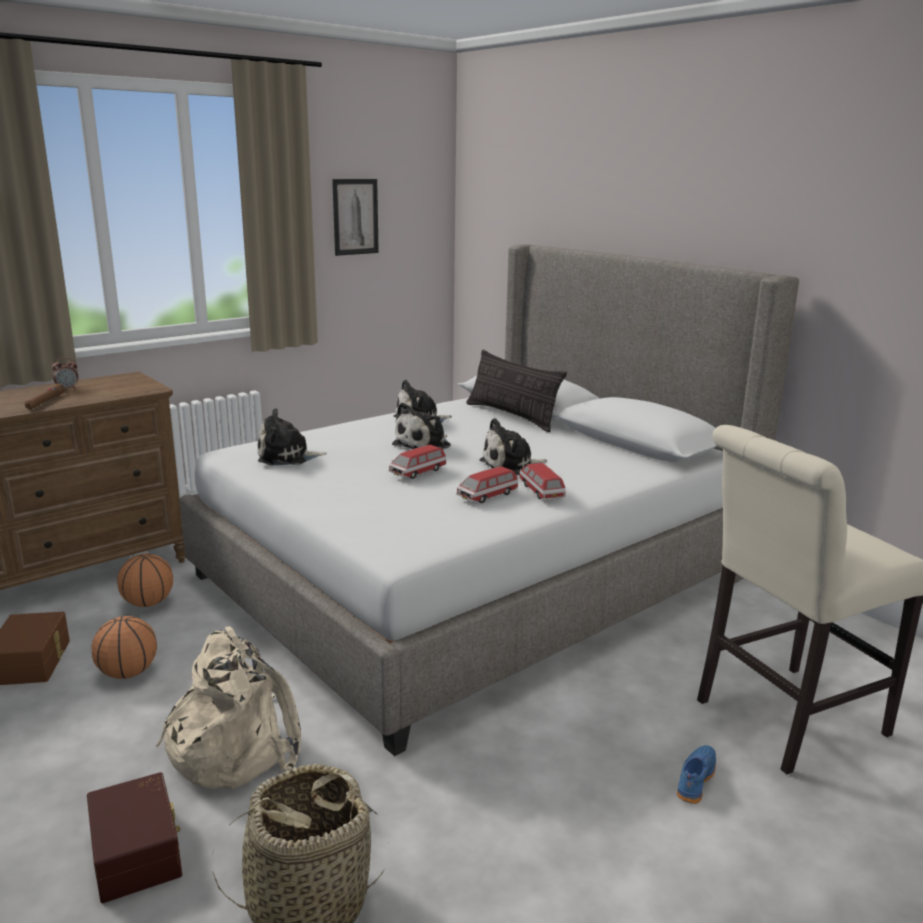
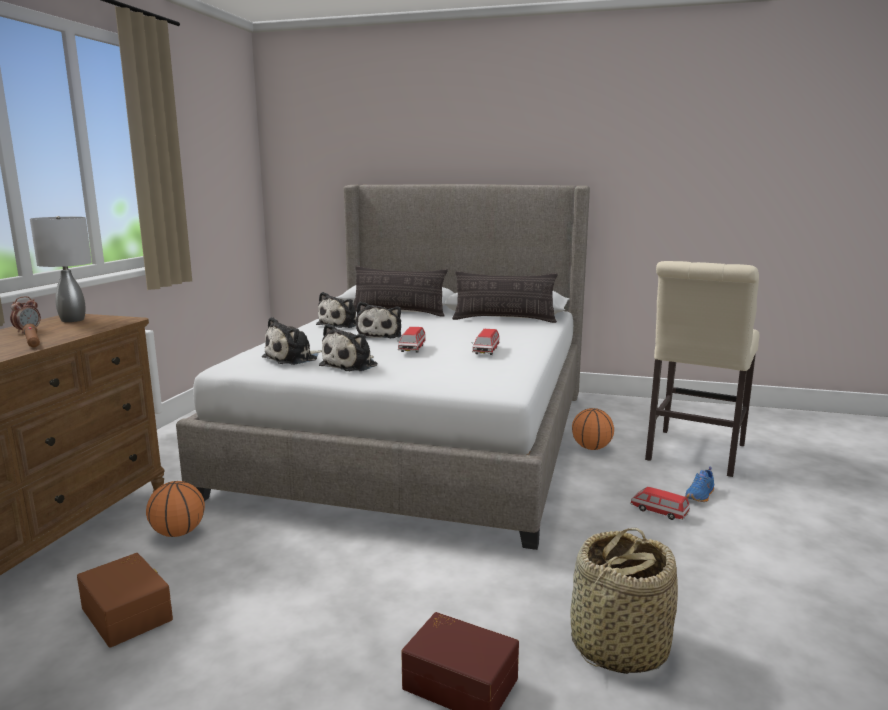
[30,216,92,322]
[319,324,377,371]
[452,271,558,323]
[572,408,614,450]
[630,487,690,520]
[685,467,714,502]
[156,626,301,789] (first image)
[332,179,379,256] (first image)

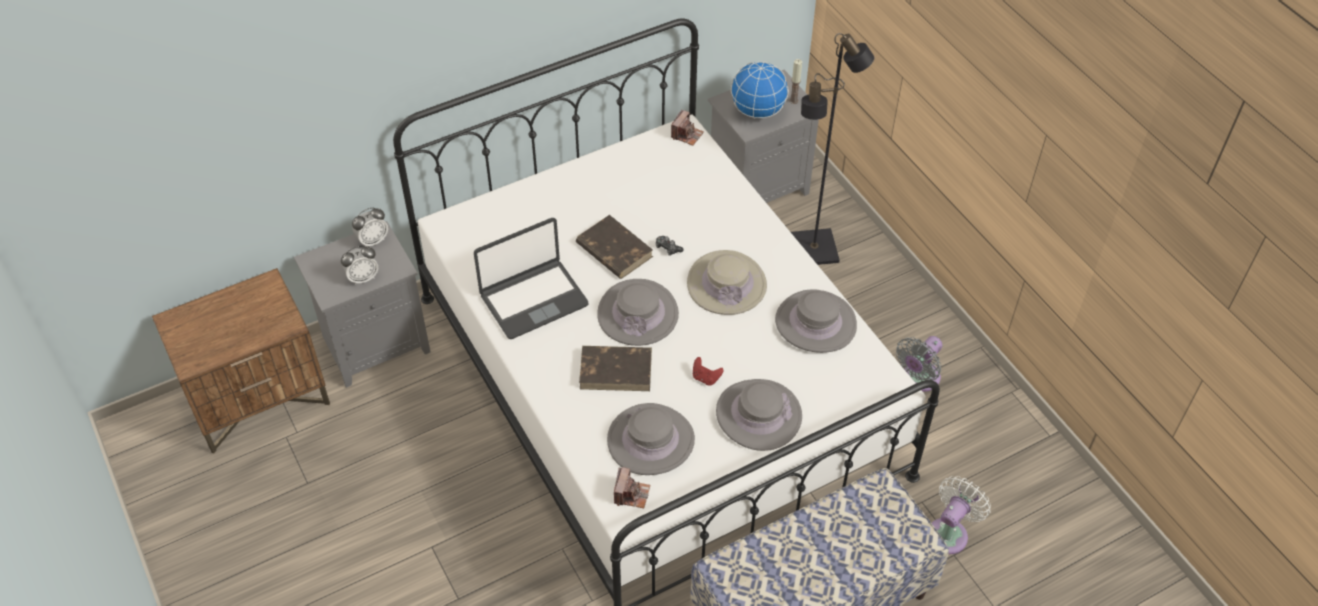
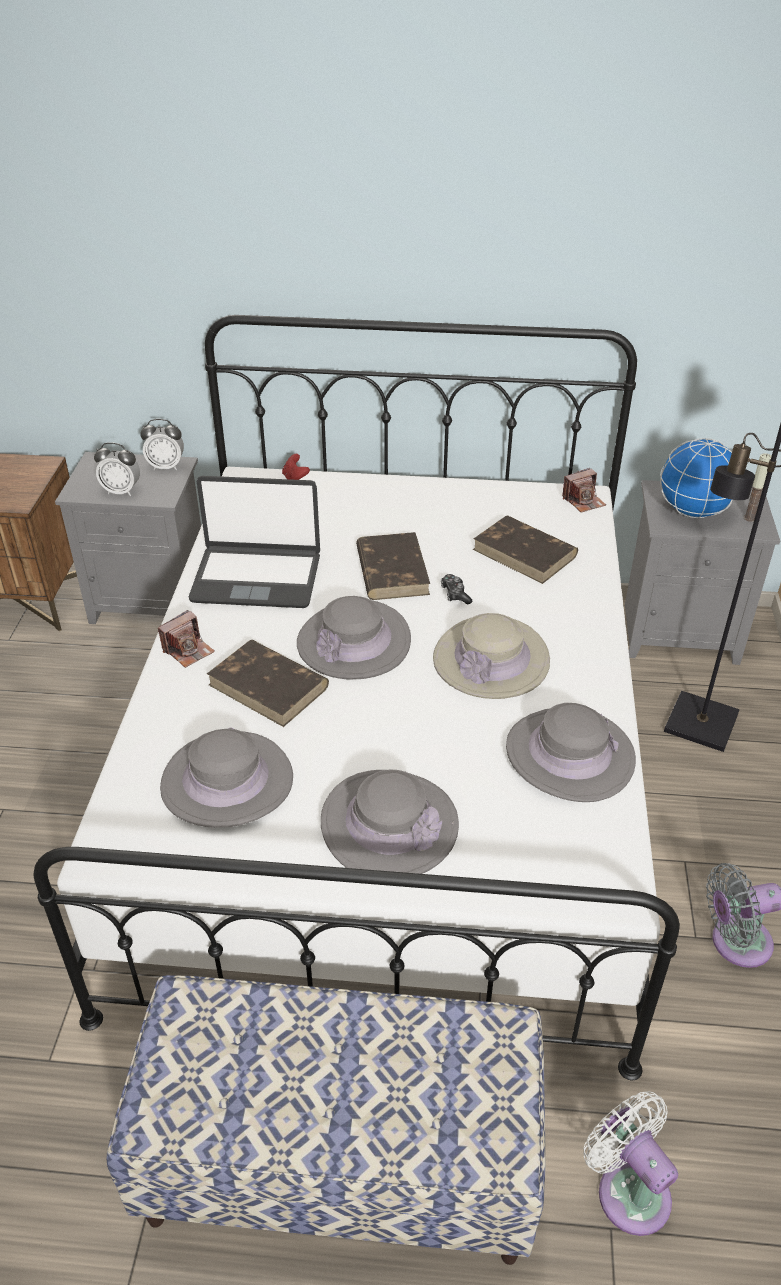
[158,610,215,668]
[282,454,310,480]
[473,515,578,584]
[583,1091,678,1236]

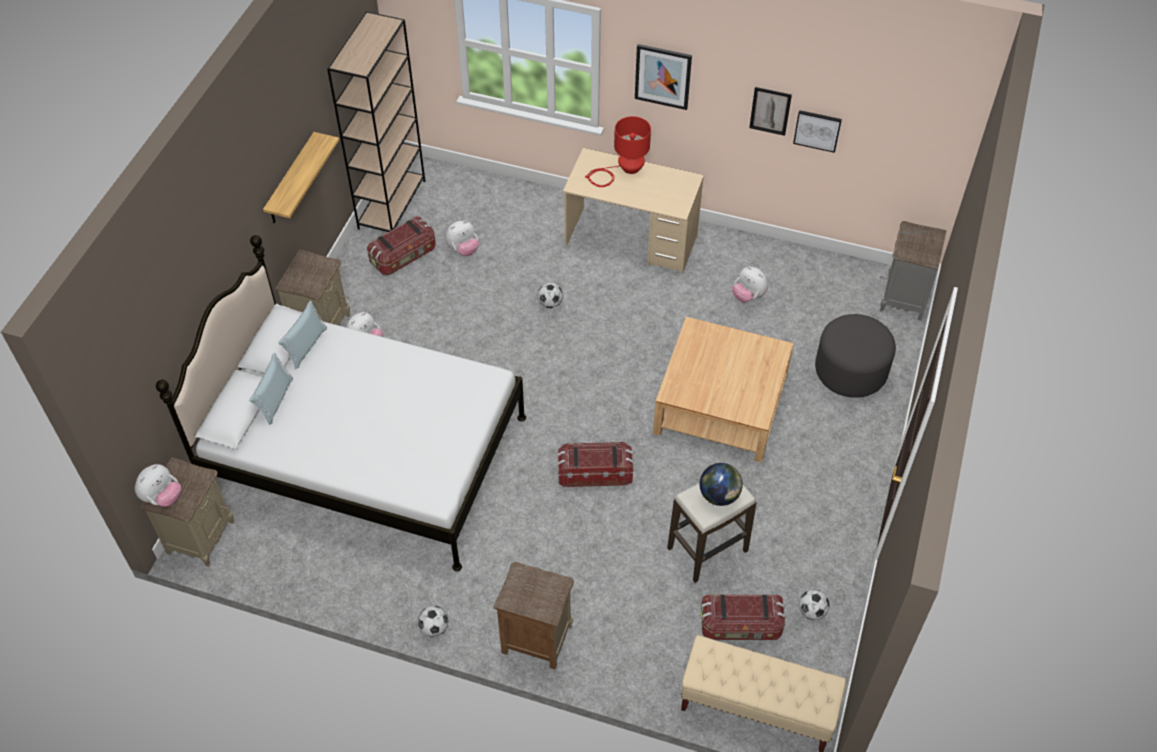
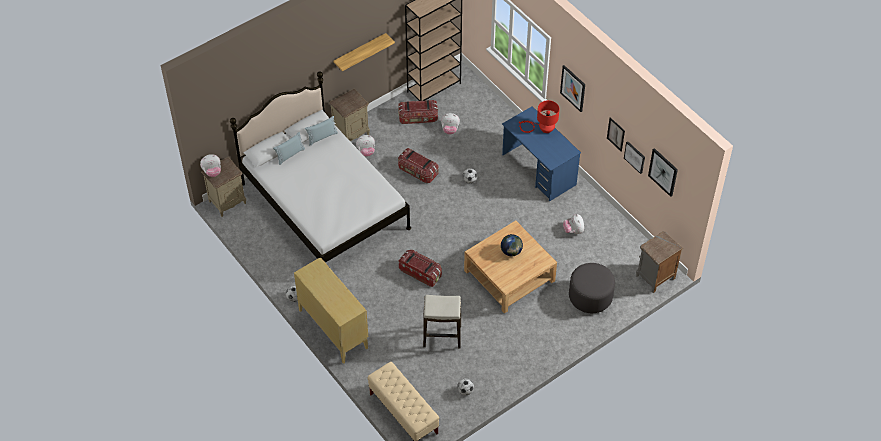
[294,258,368,364]
[398,148,439,183]
[501,234,523,256]
[502,106,581,202]
[648,148,678,197]

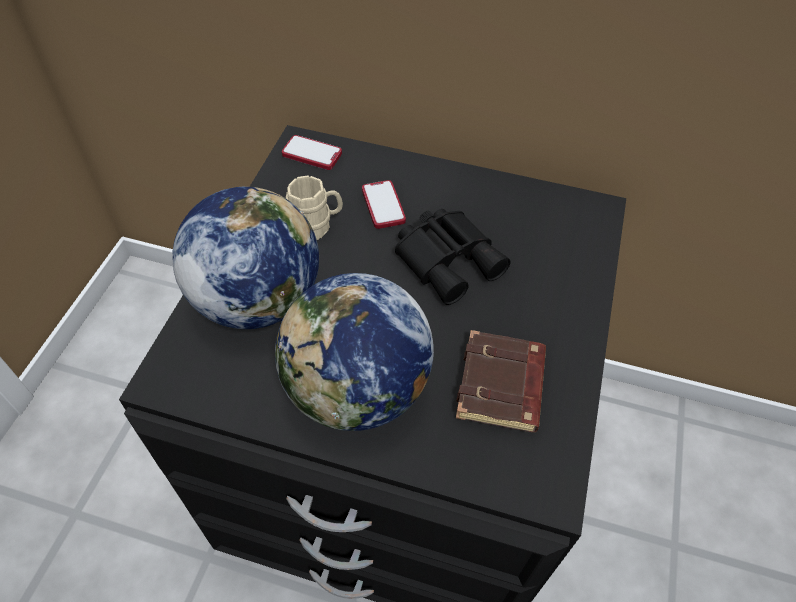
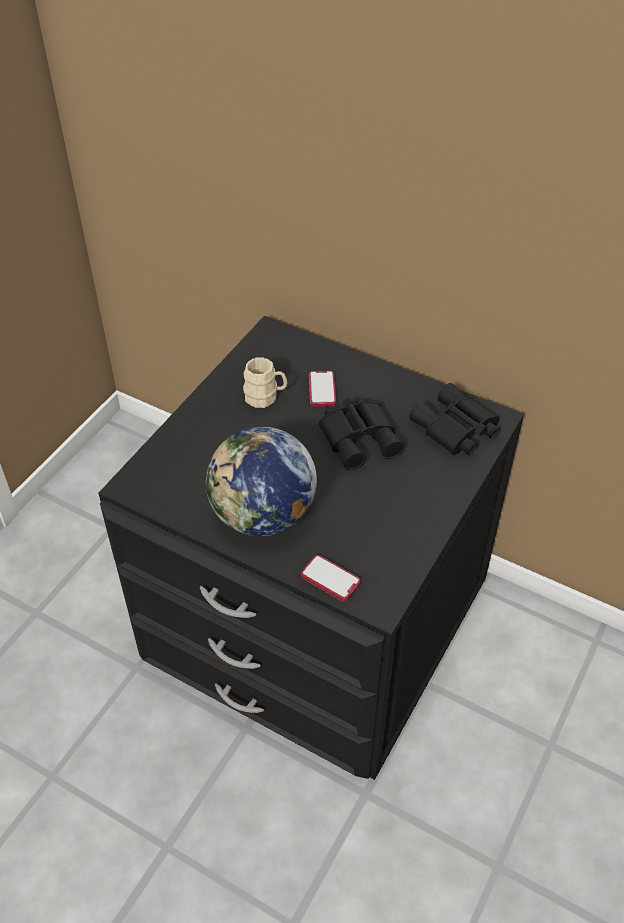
[301,555,361,602]
[409,383,500,456]
[172,187,319,329] (first image)
[456,330,546,432] (first image)

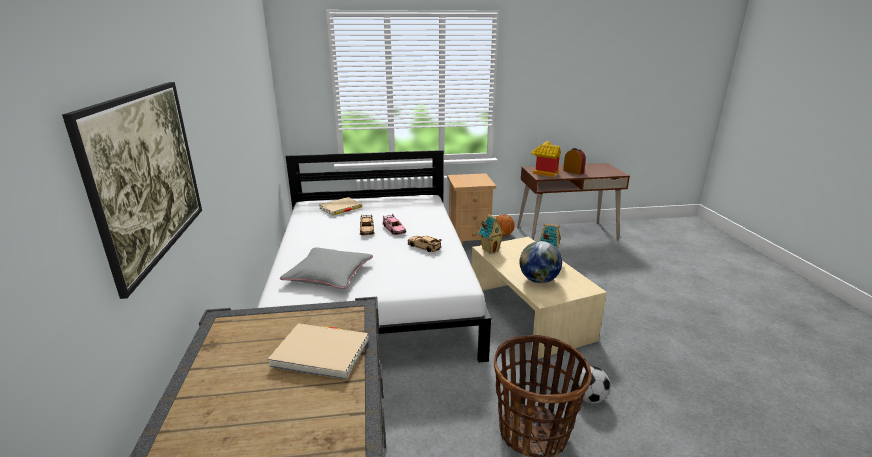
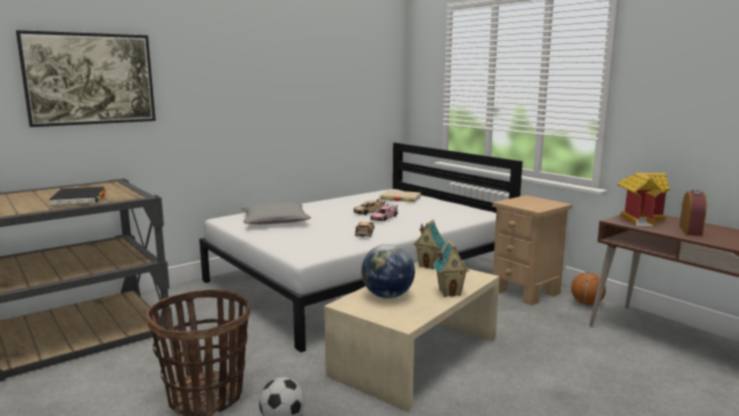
[49,187,106,207]

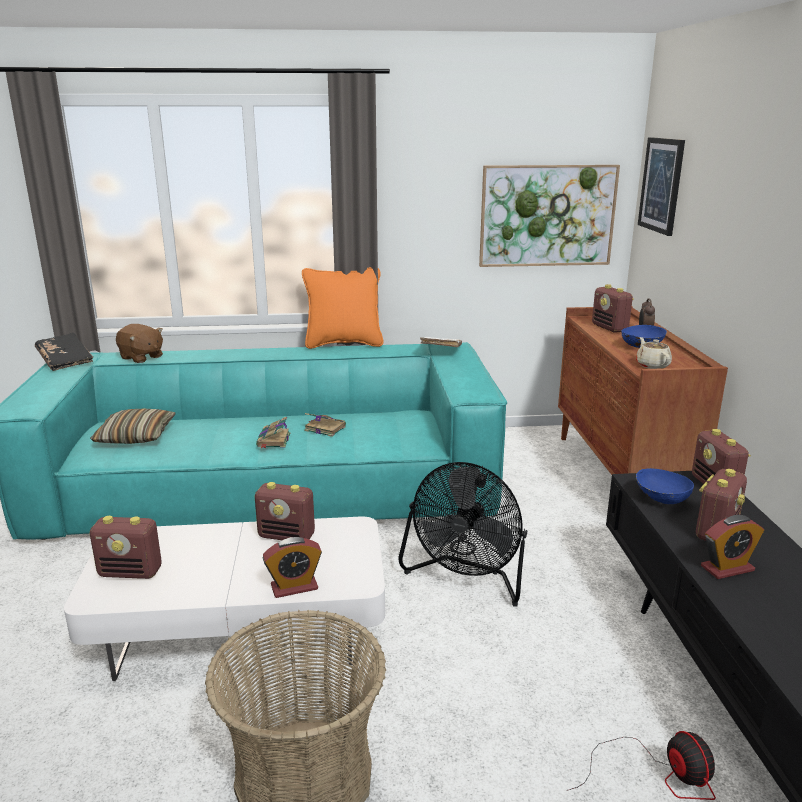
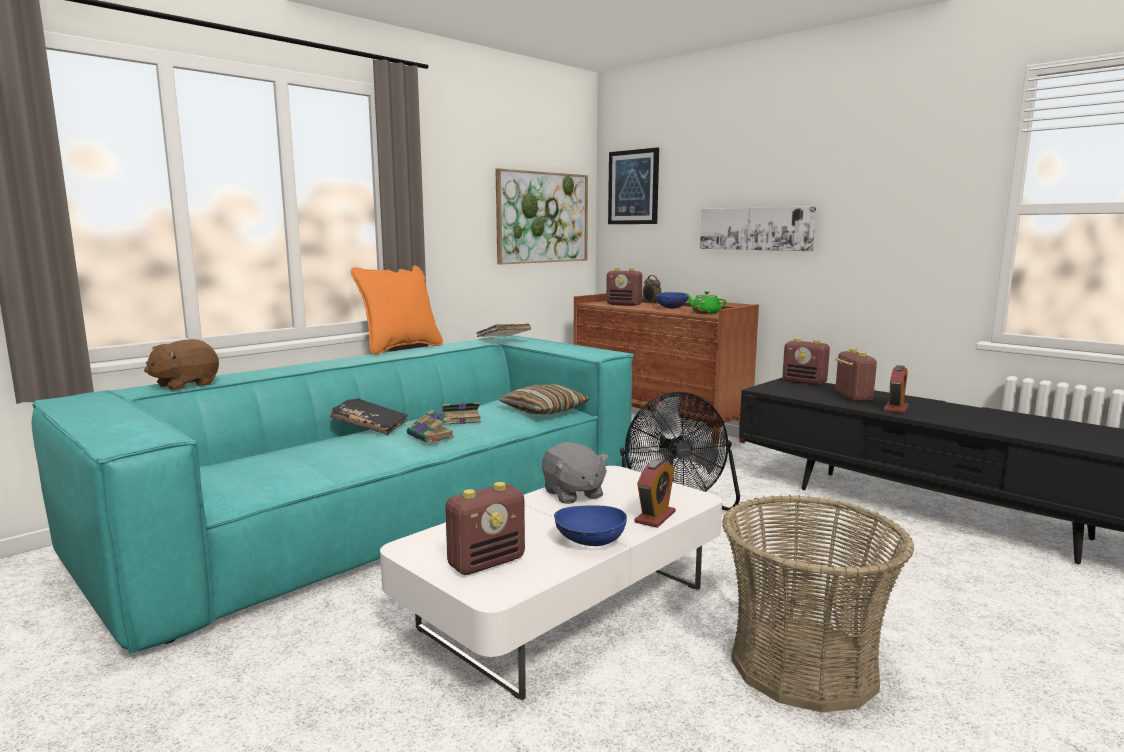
[144,339,219,391]
[330,398,408,435]
[498,384,590,414]
[542,442,609,504]
[554,506,627,546]
[686,291,726,314]
[700,206,816,251]
[566,731,716,800] (first image)

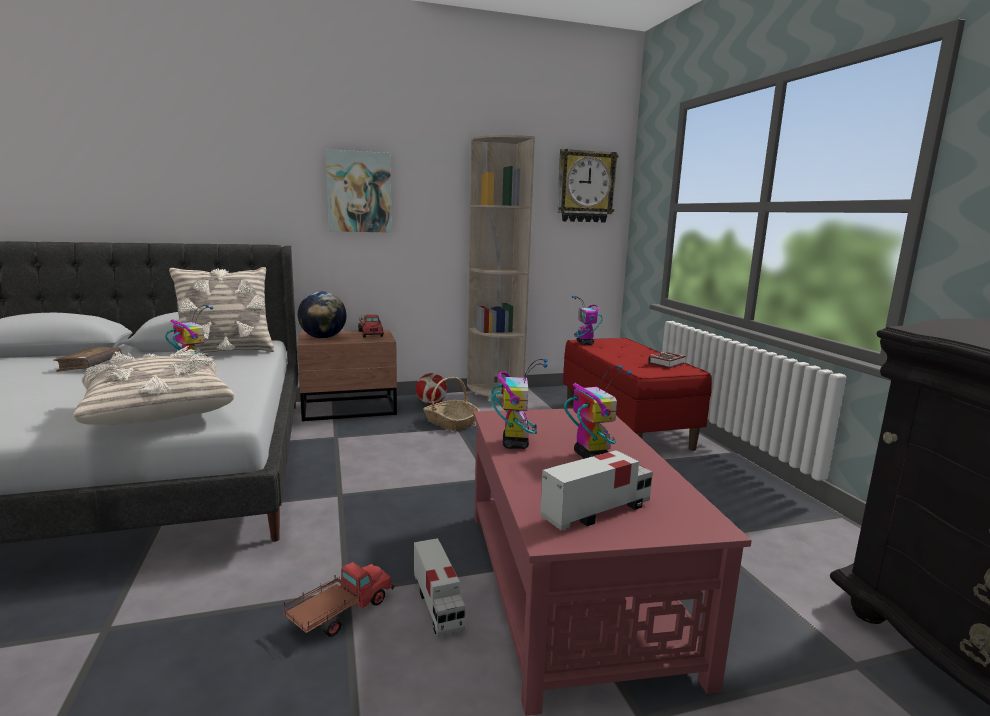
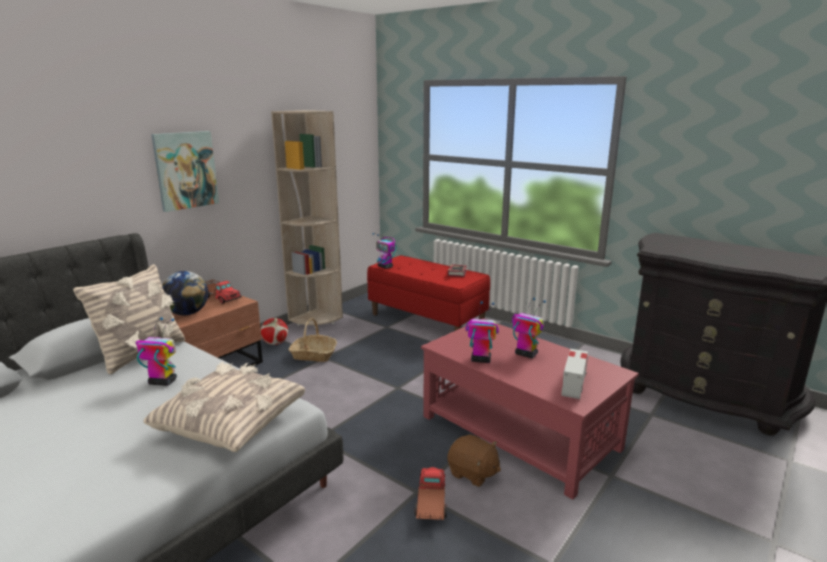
[448,434,501,487]
[465,301,499,363]
[53,347,122,372] (first image)
[557,149,618,222] (first image)

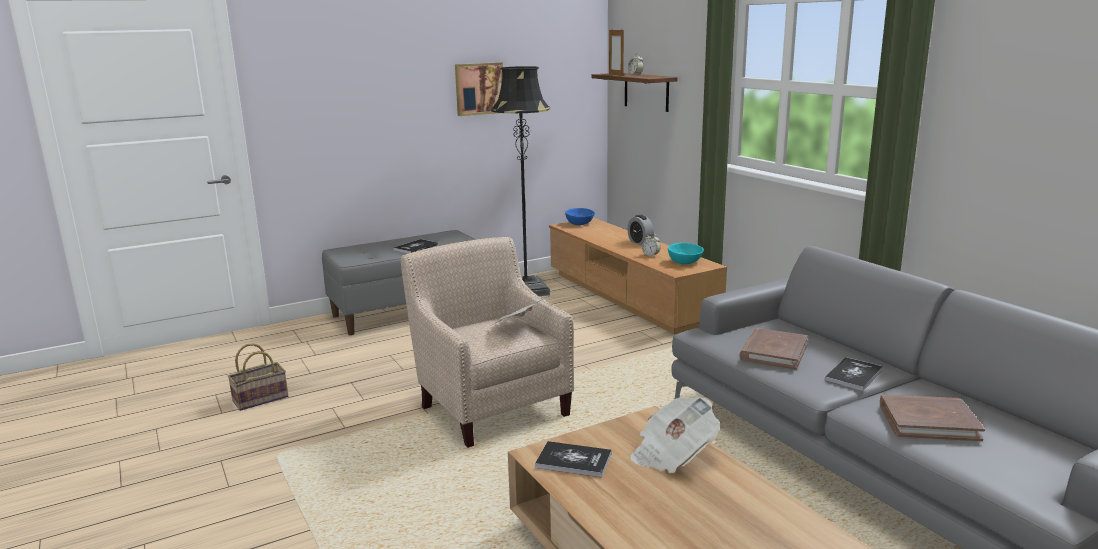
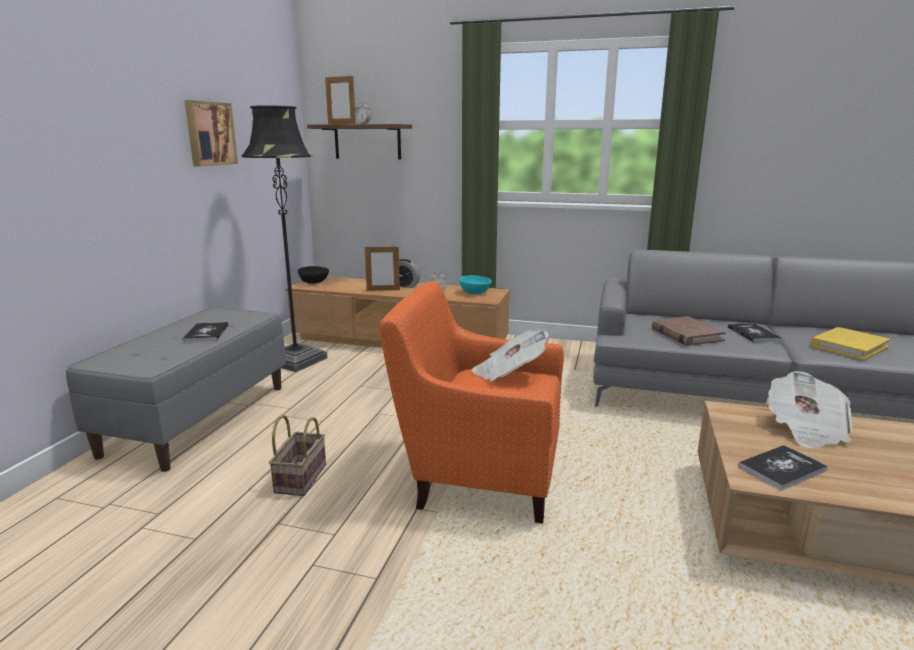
[269,415,326,496]
[298,266,329,284]
[365,245,400,291]
[380,281,564,524]
[810,327,890,361]

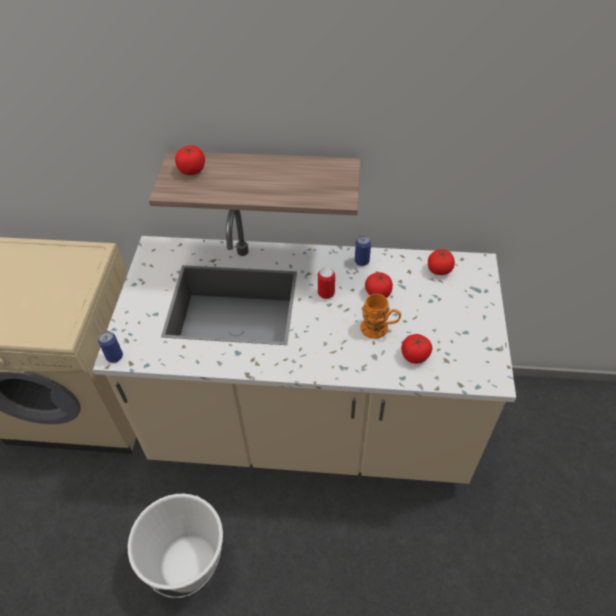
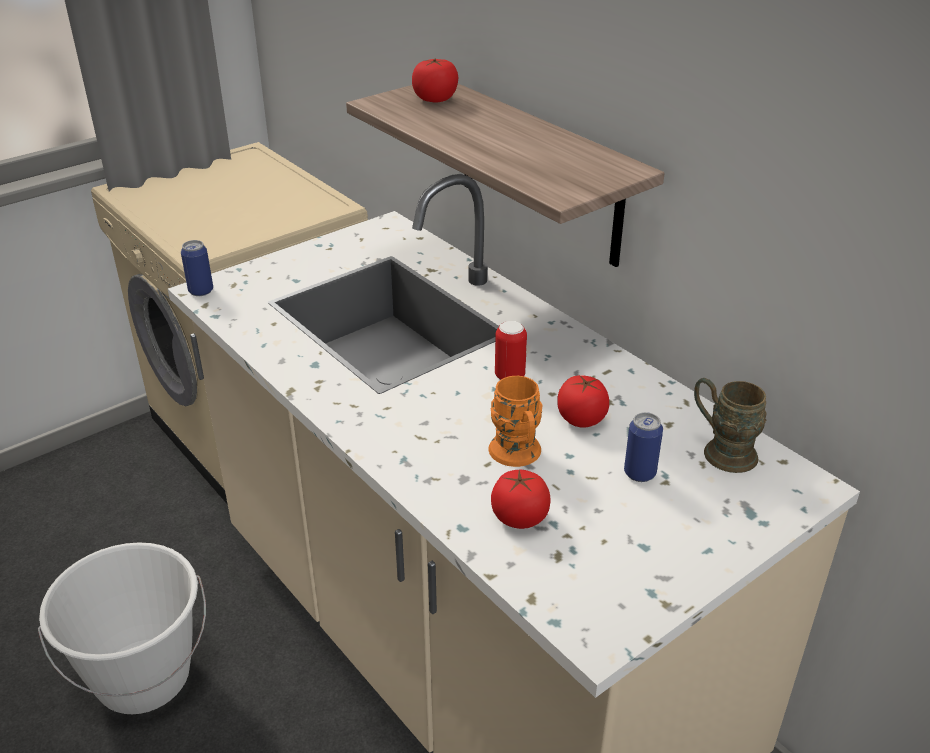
[624,412,663,482]
[694,378,767,473]

